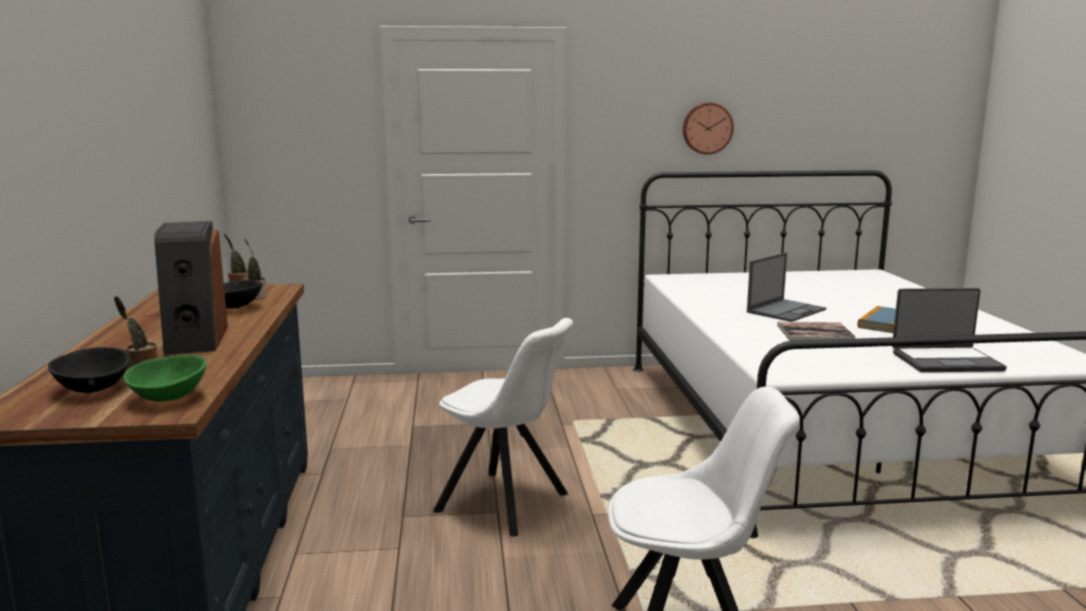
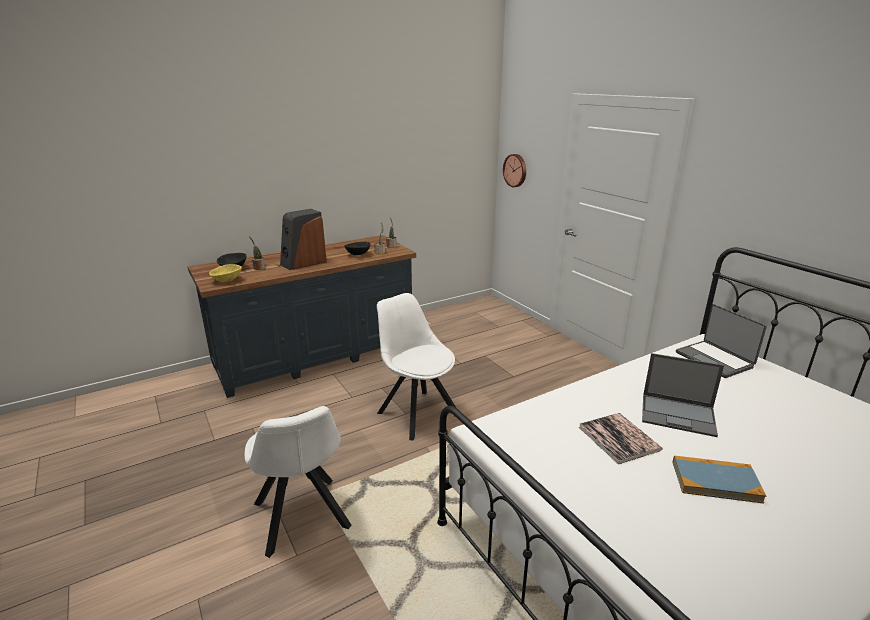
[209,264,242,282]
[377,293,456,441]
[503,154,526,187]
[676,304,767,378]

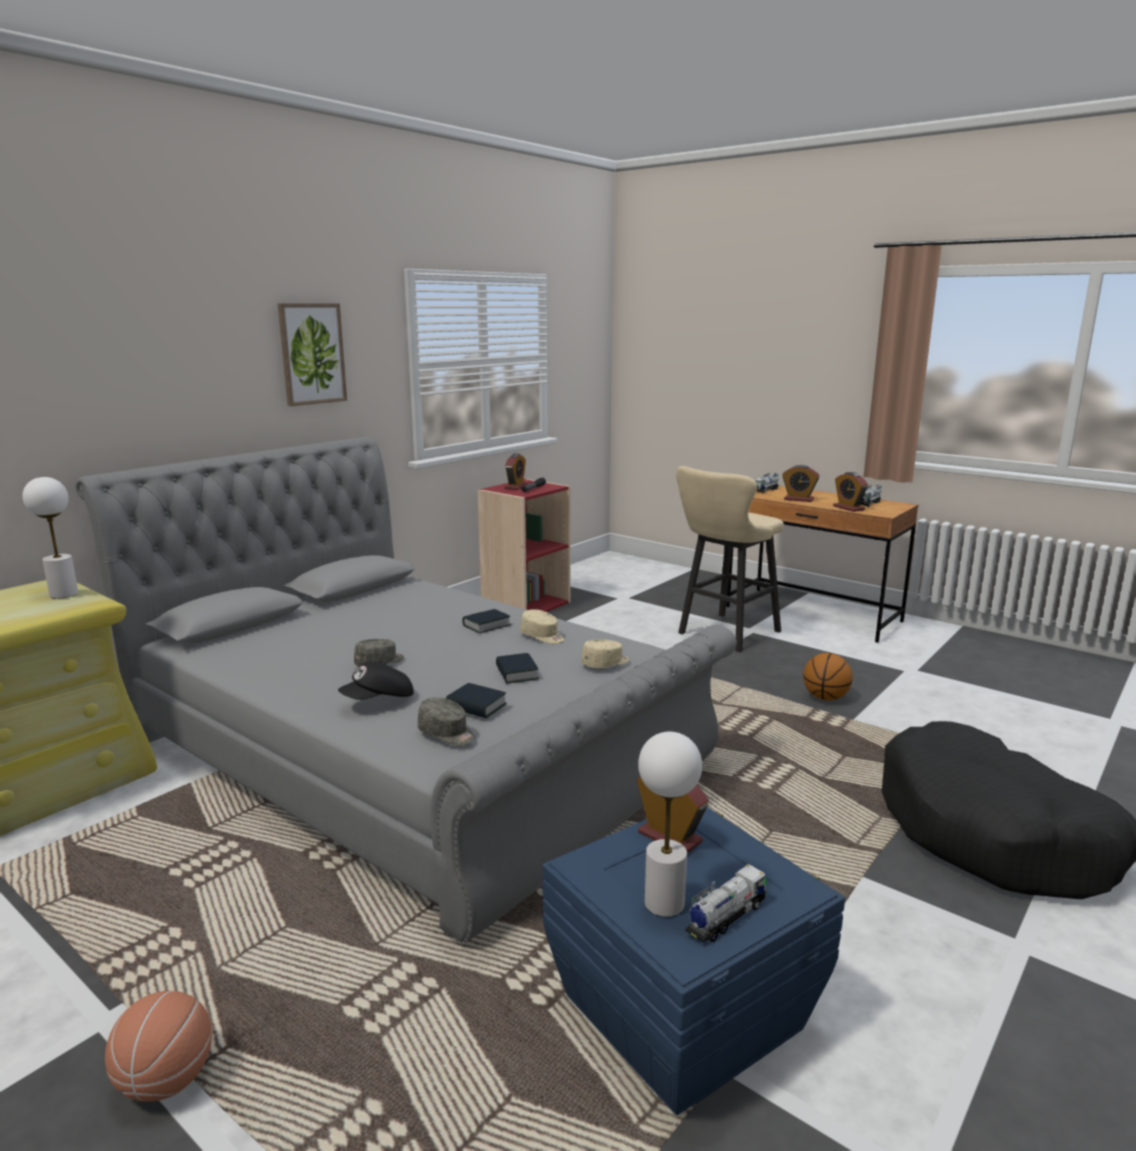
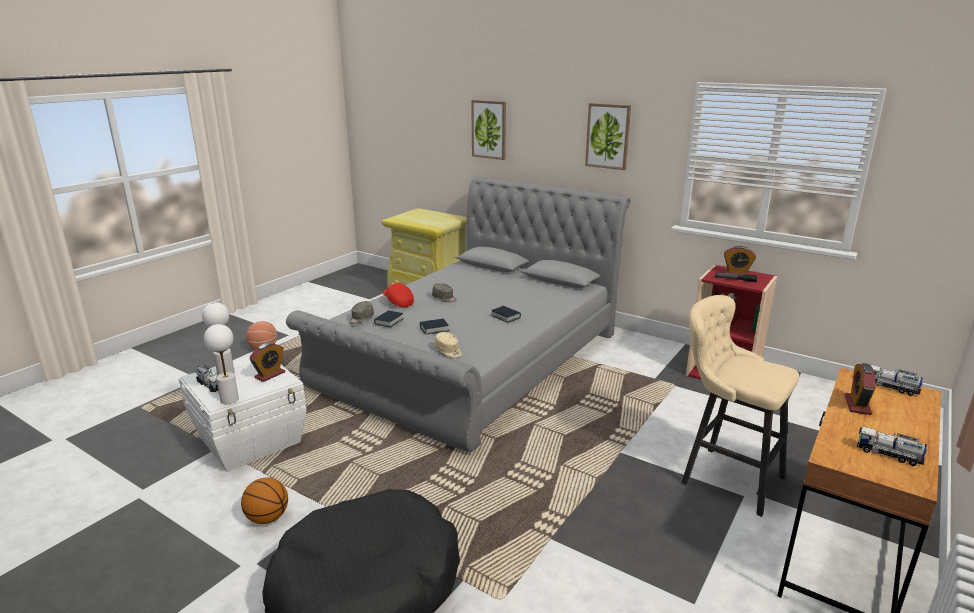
[178,356,307,472]
[204,324,239,404]
[241,478,288,524]
[383,283,414,307]
[471,100,506,160]
[520,609,564,644] (first image)
[833,472,868,512] (first image)

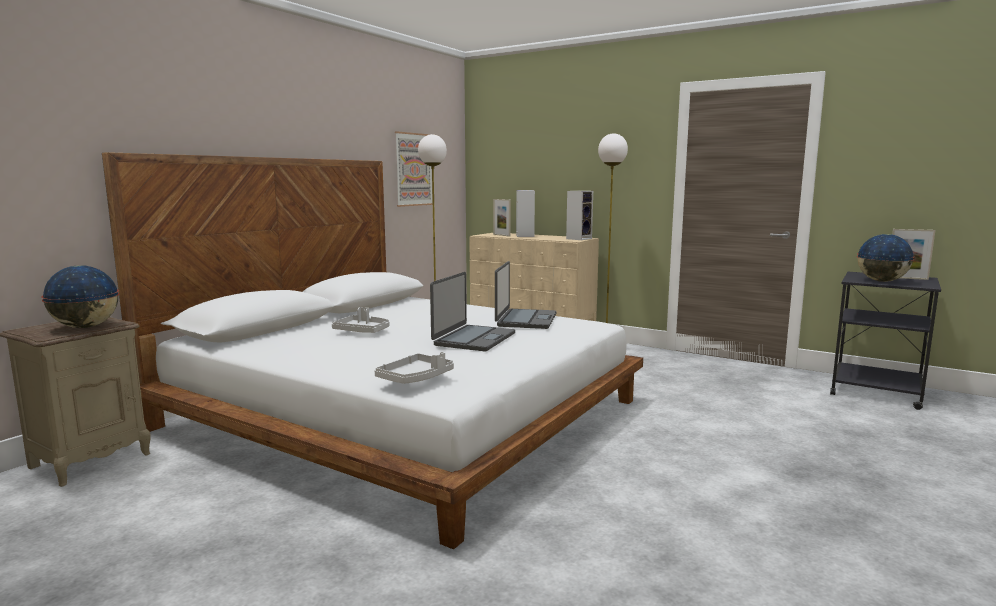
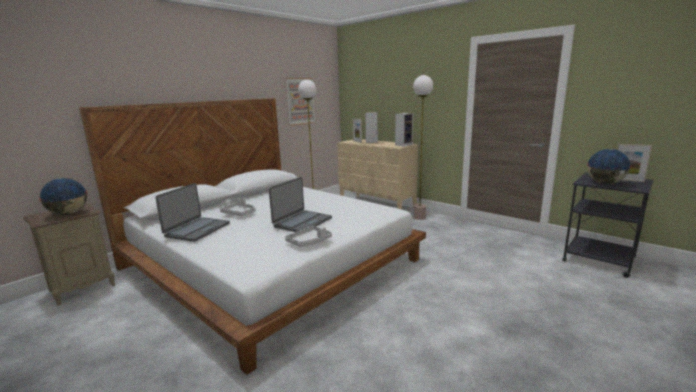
[155,183,230,242]
[285,226,332,247]

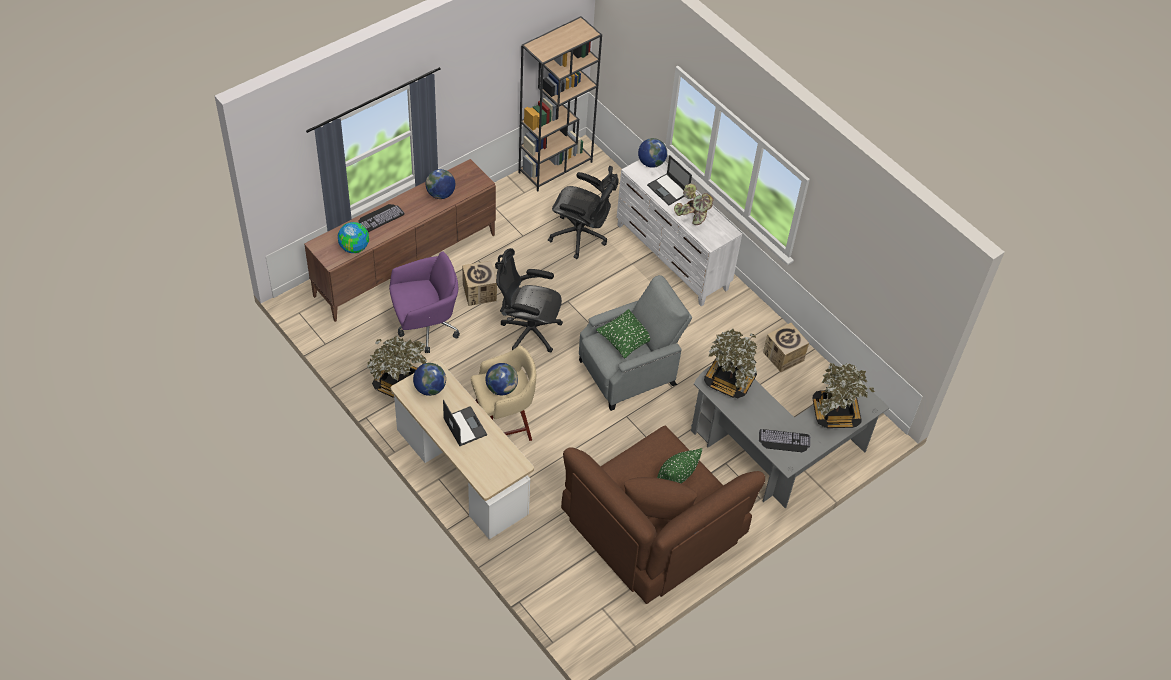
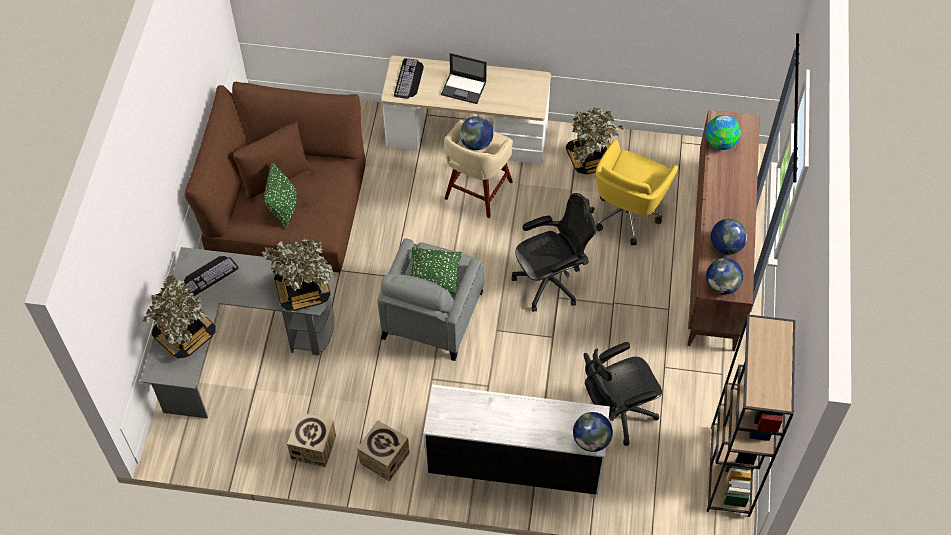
[357,420,410,482]
[394,58,424,99]
[596,139,678,245]
[706,258,743,295]
[647,155,692,205] (first image)
[674,184,713,225] (first image)

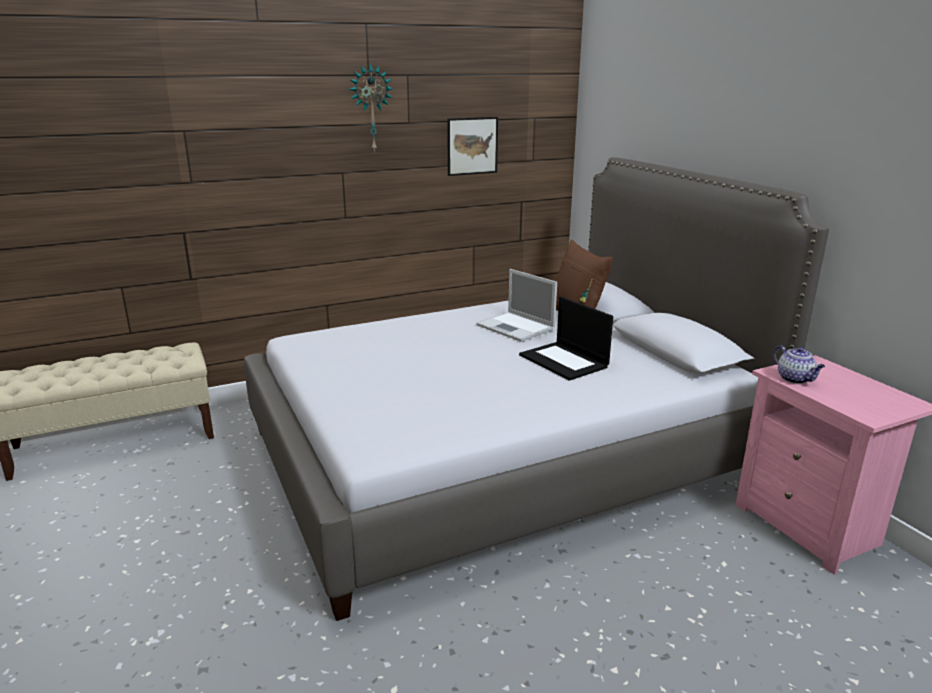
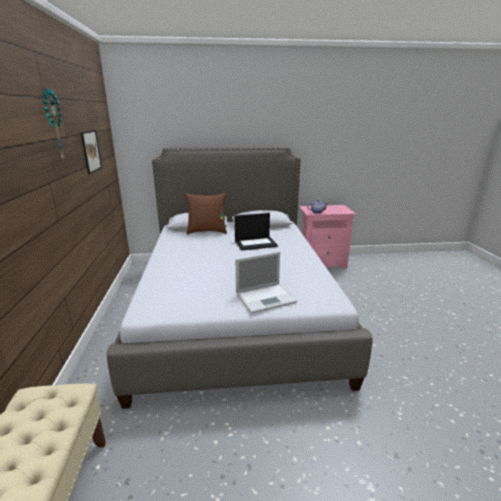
[235,252,297,314]

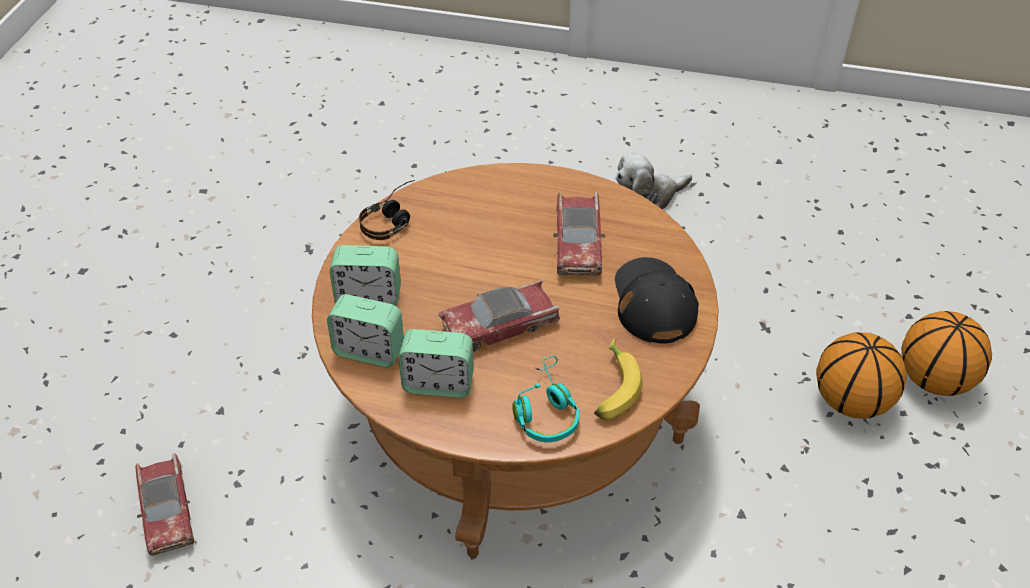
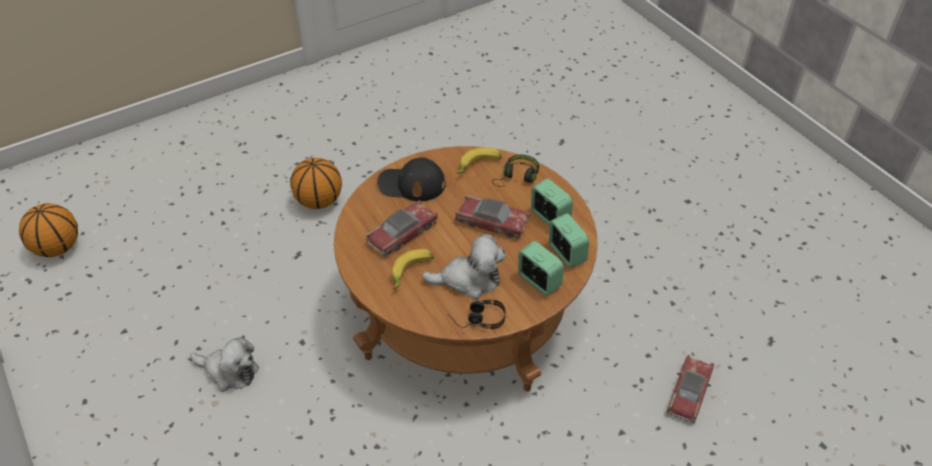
[19,203,78,257]
[377,157,446,202]
[391,249,434,289]
[422,234,506,299]
[492,155,539,187]

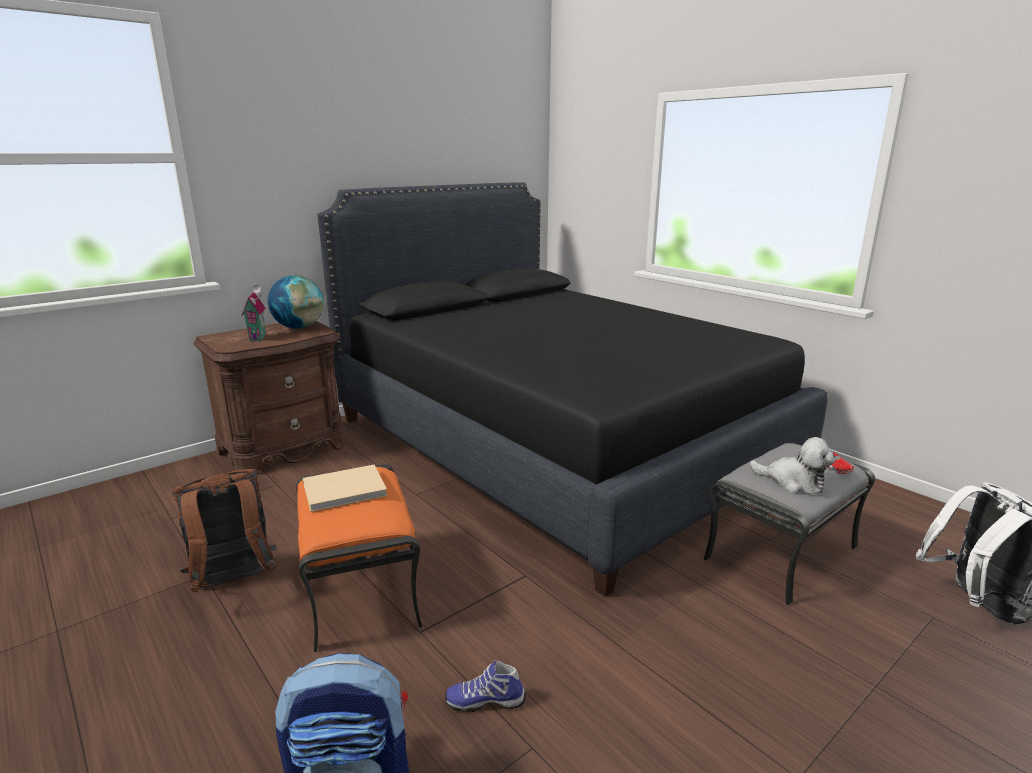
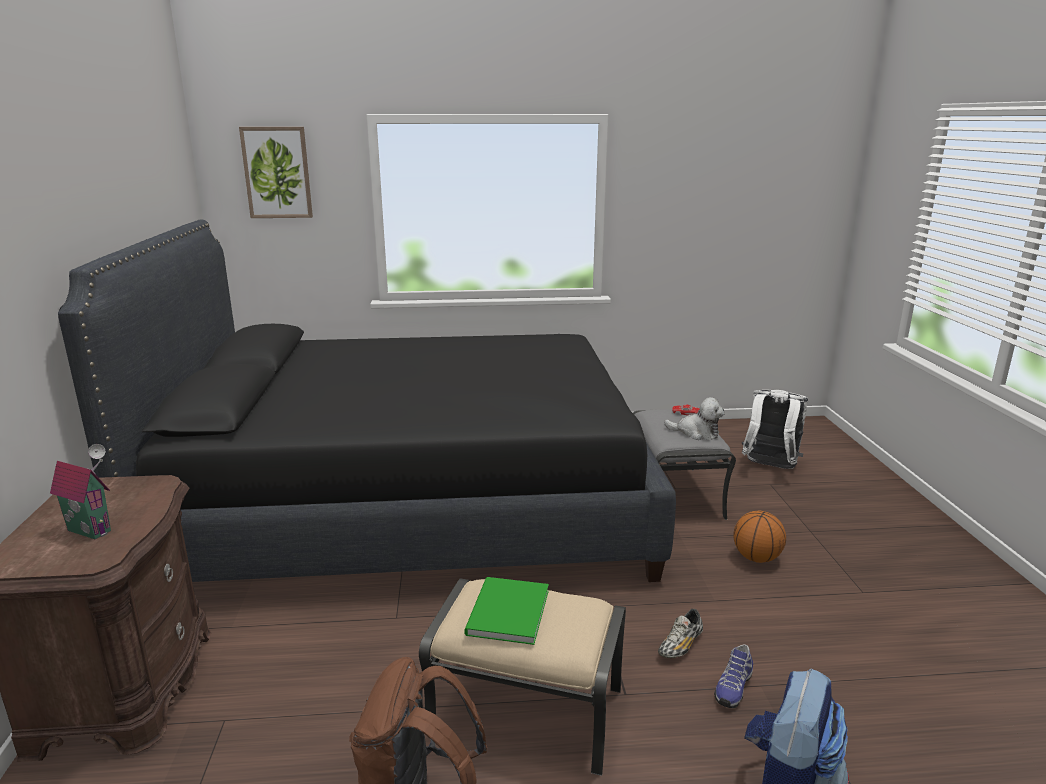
[239,127,313,218]
[419,578,626,776]
[464,577,549,645]
[658,609,703,658]
[664,397,725,440]
[733,510,786,563]
[268,275,324,329] (first image)

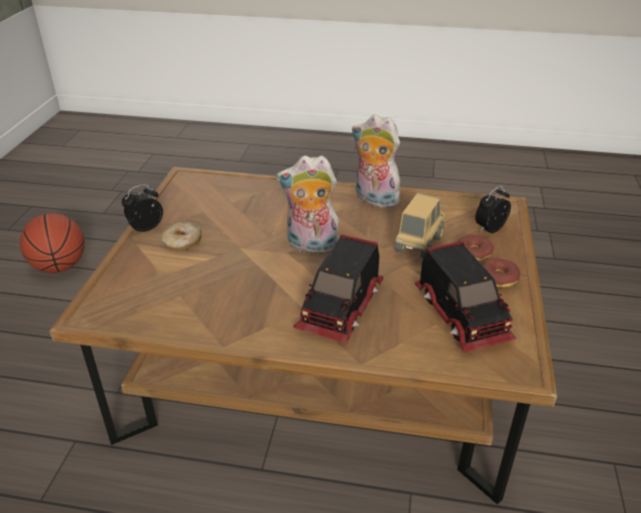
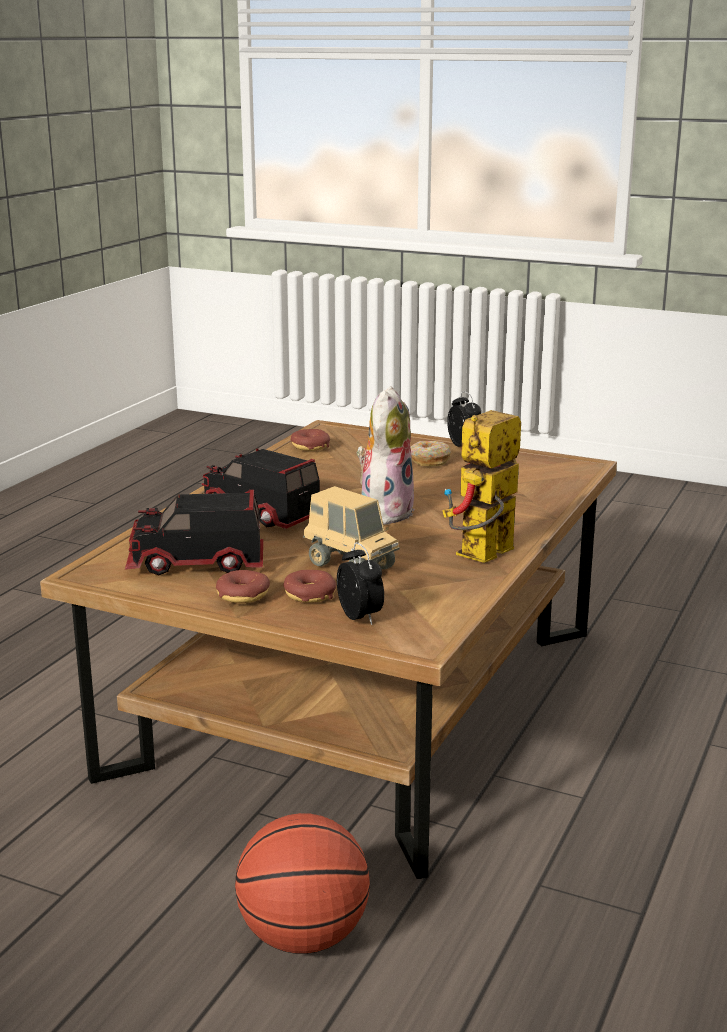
[235,813,370,954]
[290,429,330,451]
[442,410,521,563]

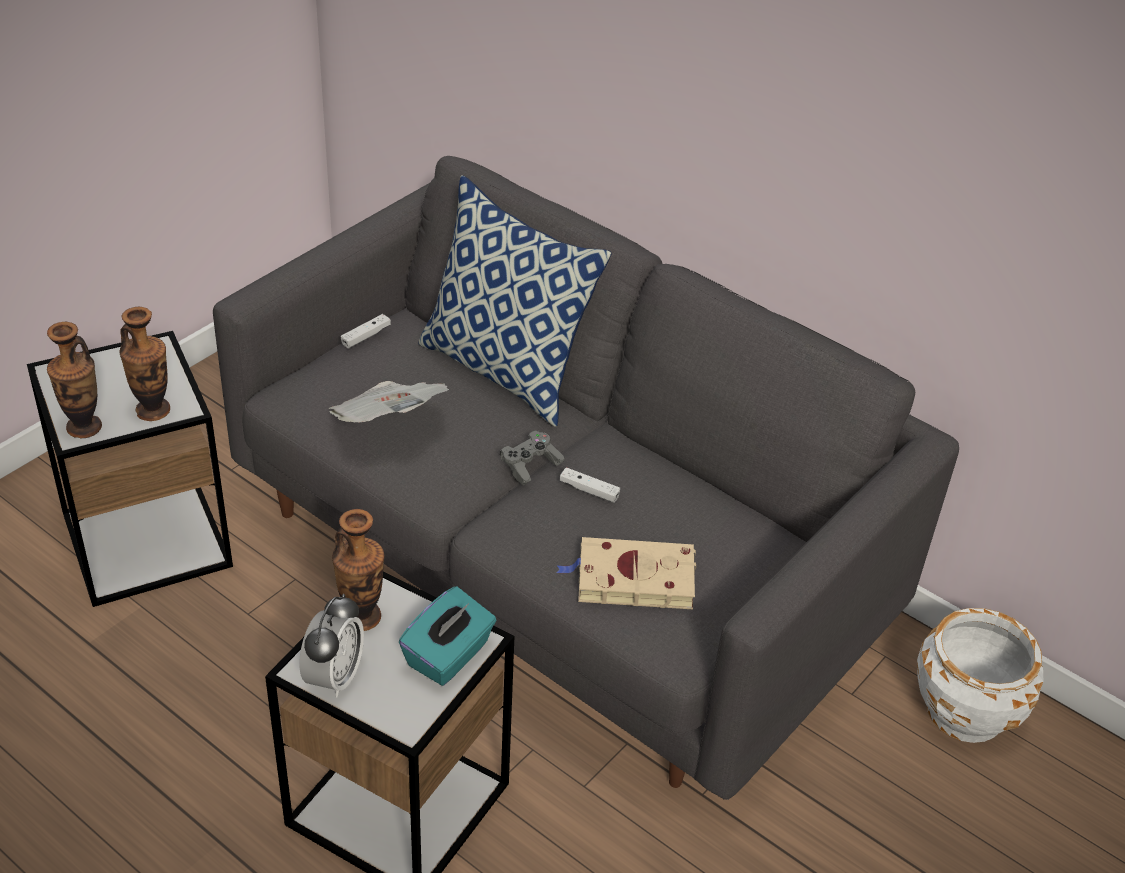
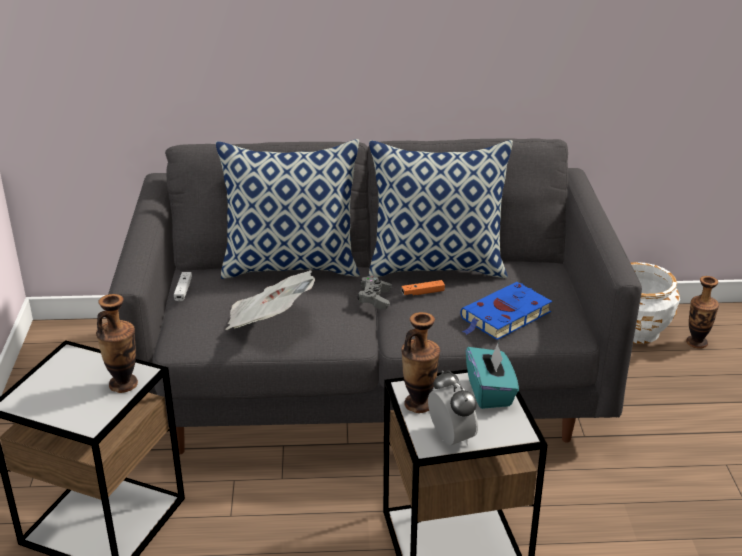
[369,140,513,278]
[401,280,445,295]
[461,282,552,340]
[686,276,719,349]

